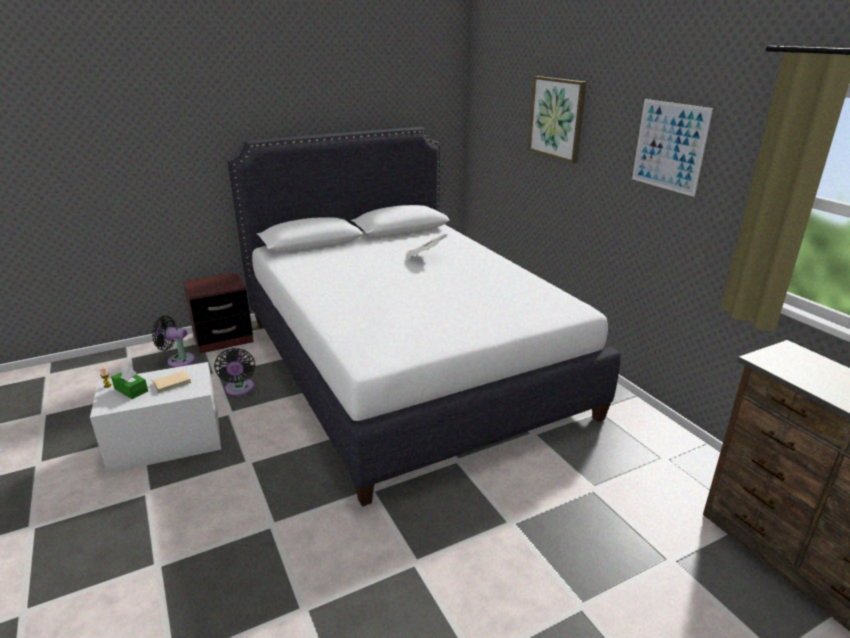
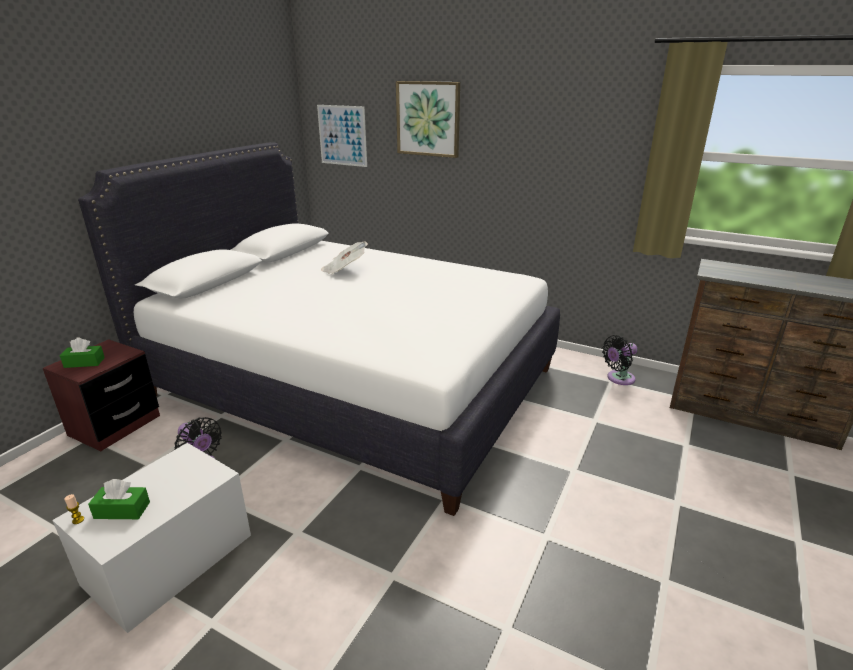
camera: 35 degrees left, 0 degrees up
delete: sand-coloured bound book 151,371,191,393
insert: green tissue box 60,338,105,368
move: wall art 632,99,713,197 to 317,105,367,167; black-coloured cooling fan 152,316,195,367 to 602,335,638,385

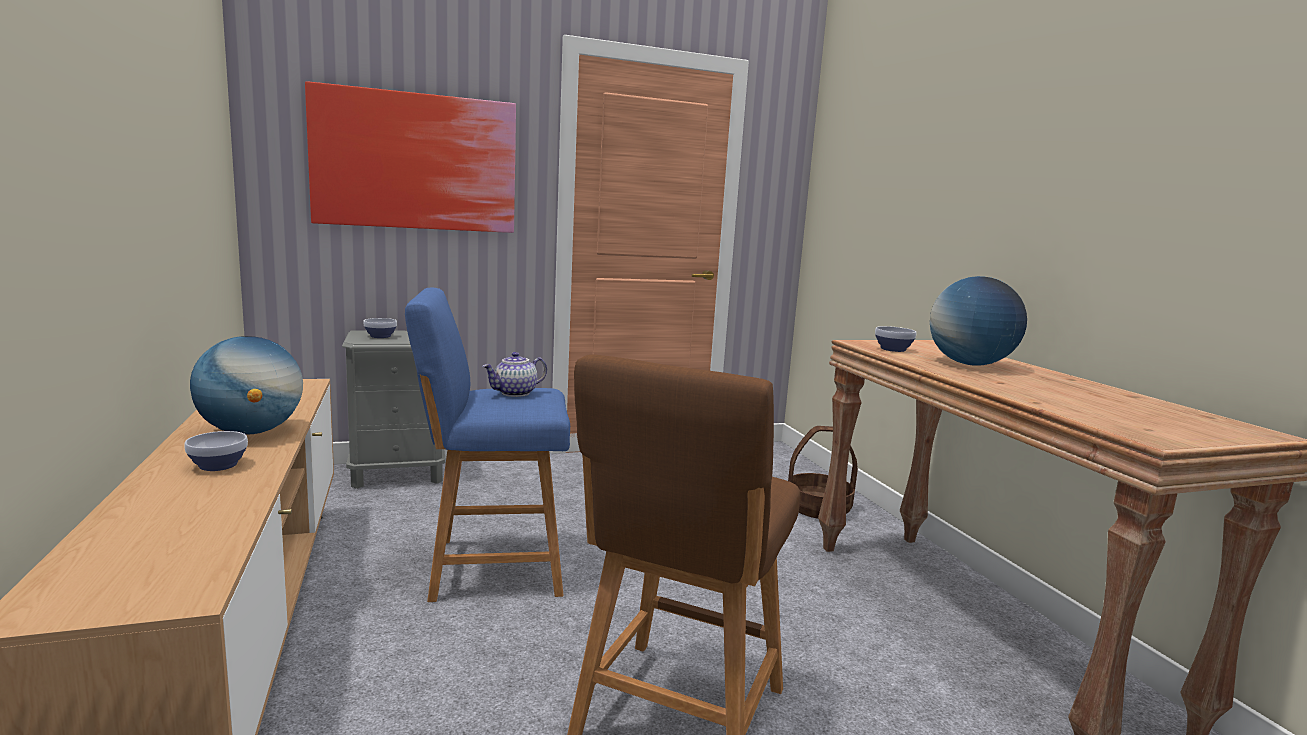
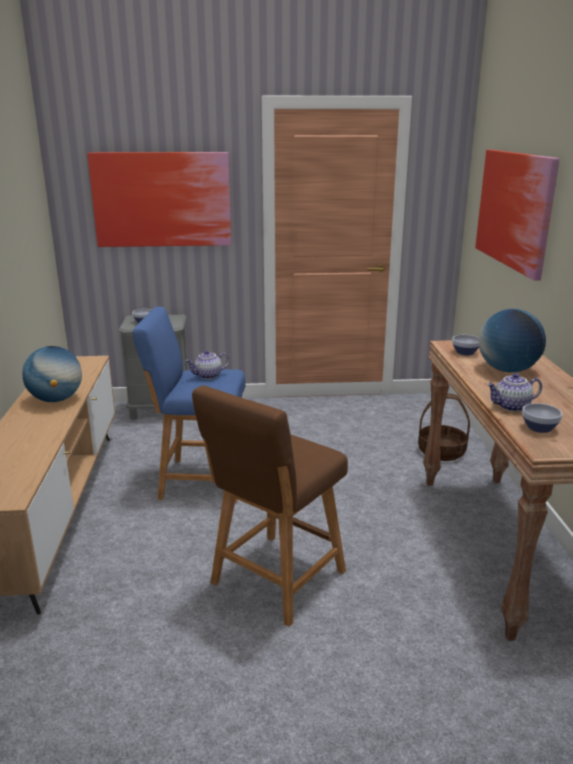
camera: 15 degrees right, 10 degrees up
insert: wall art 475,150,559,281; teapot 487,373,542,412
move: serving bowl 184,431,248,471 to 522,403,562,433

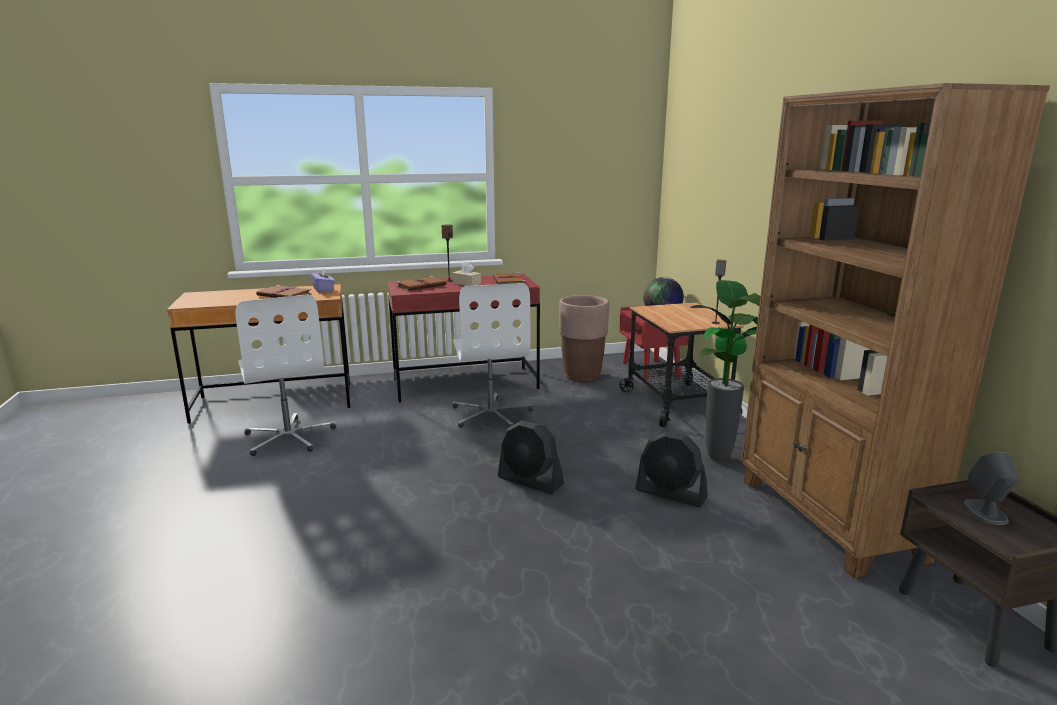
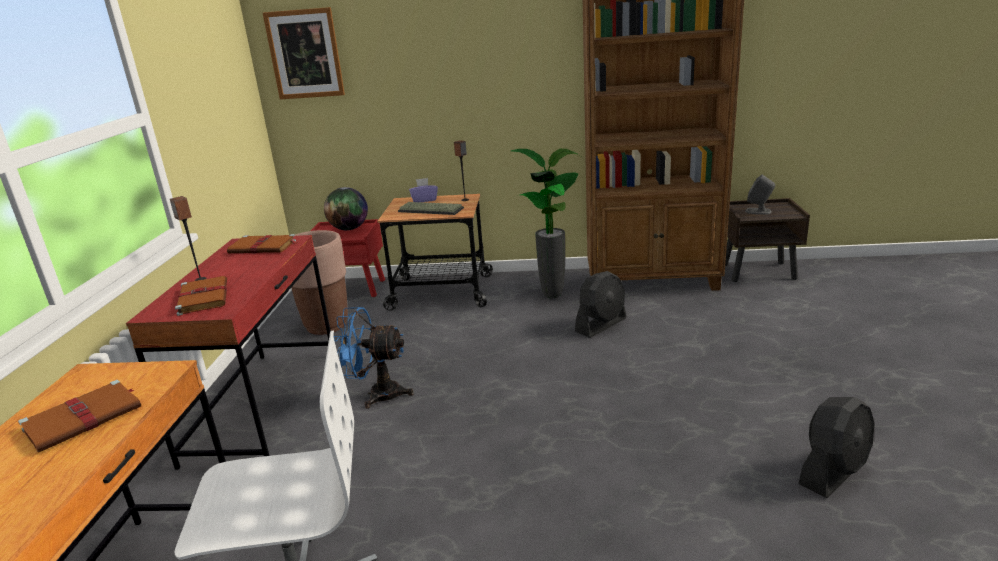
camera: 70 degrees left, 5 degrees up
delete: sand-coloured tissue box 452,262,481,286
insert: wall art 263,7,345,99; computer keyboard 398,202,464,215
move: purplish tissue box 311,268,335,293 to 409,178,438,203; black-coloured cooling fan 498,421,564,494 to 798,397,874,498
replace: white desk chair 453,283,533,428 to blue-coloured cooling fan 334,307,413,409

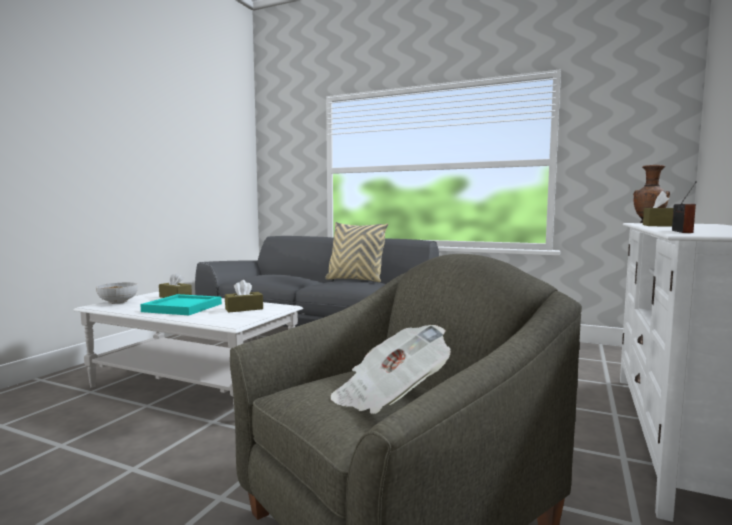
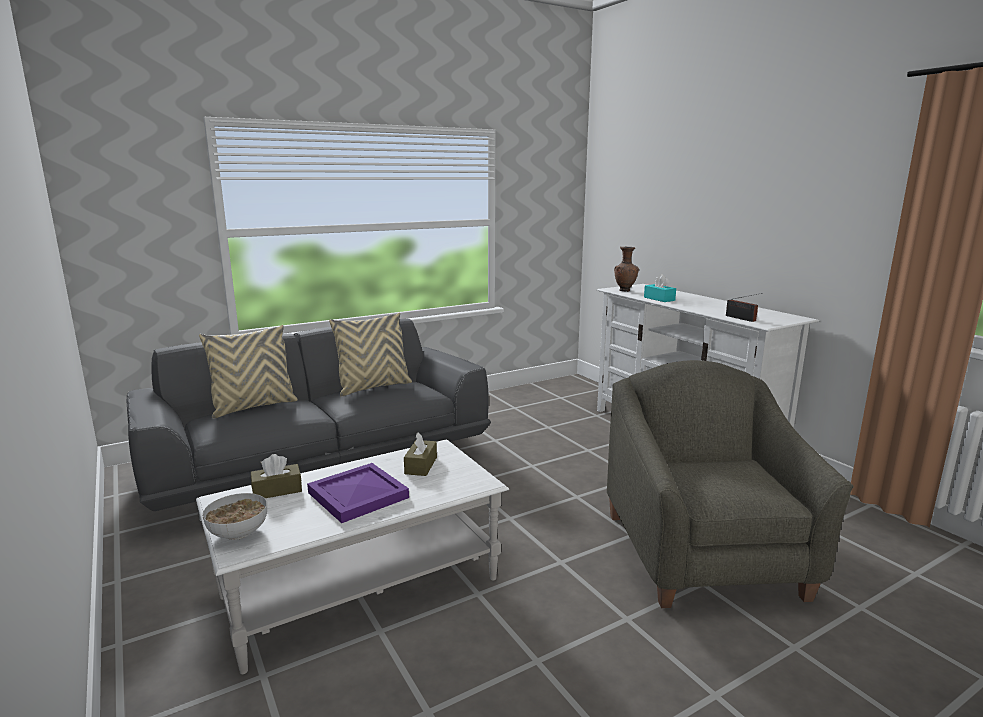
camera: 55 degrees left, 10 degrees up
delete: printed paper 331,325,451,414
insert: sand-coloured cushion 199,325,298,418
recolor: brown tissue box 643,191,673,227 to turquoise tissue box 644,275,676,302; turquoise tray 140,294,222,315 to purplish tray 307,463,409,523

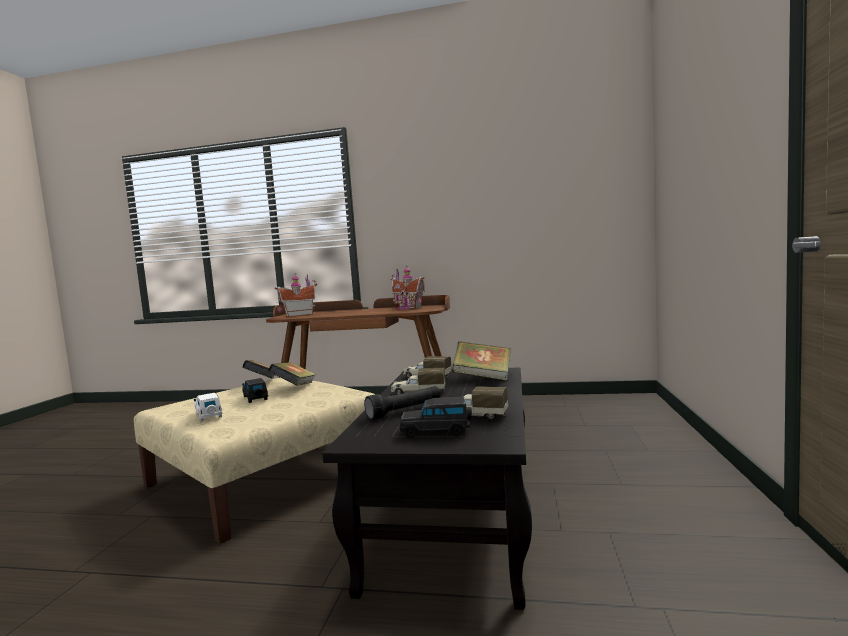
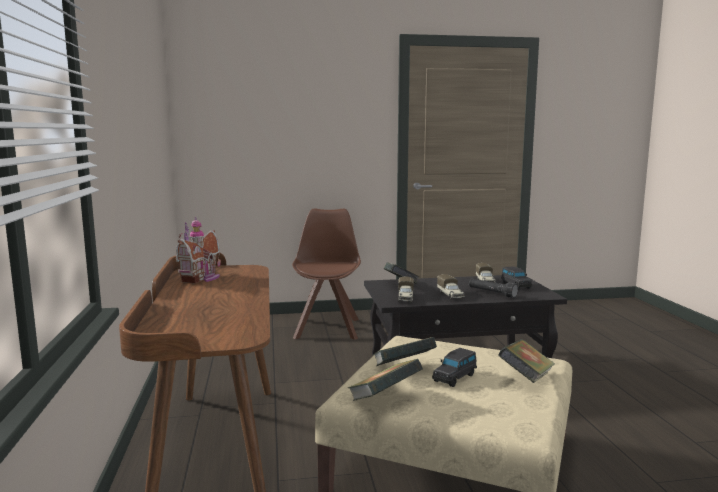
camera: 110 degrees left, 5 degrees up
delete: miniature house 274,274,317,317
insert: brown plain chair 292,208,361,340
replace: white model car 194,393,222,421 to bound book 498,339,555,383

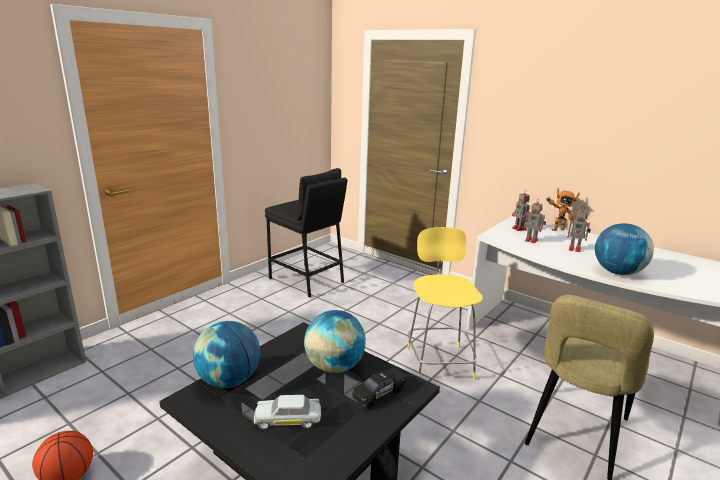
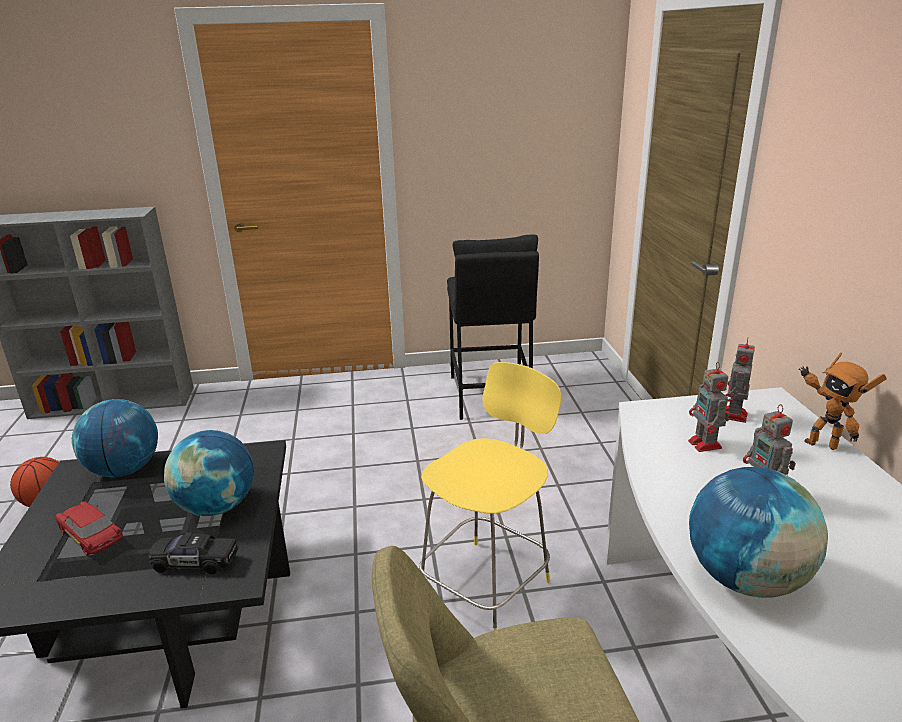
camera: 45 degrees right, 5 degrees up
recolor: white model car 254,395,321,429 to reddish model car 55,501,123,556

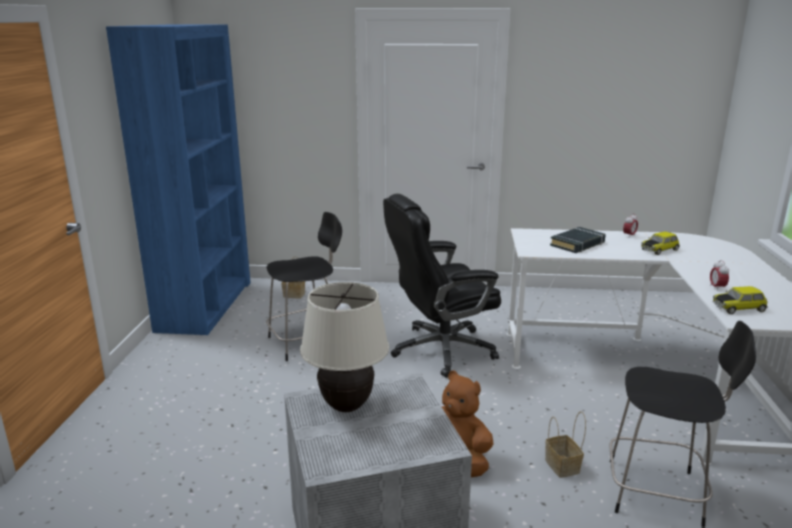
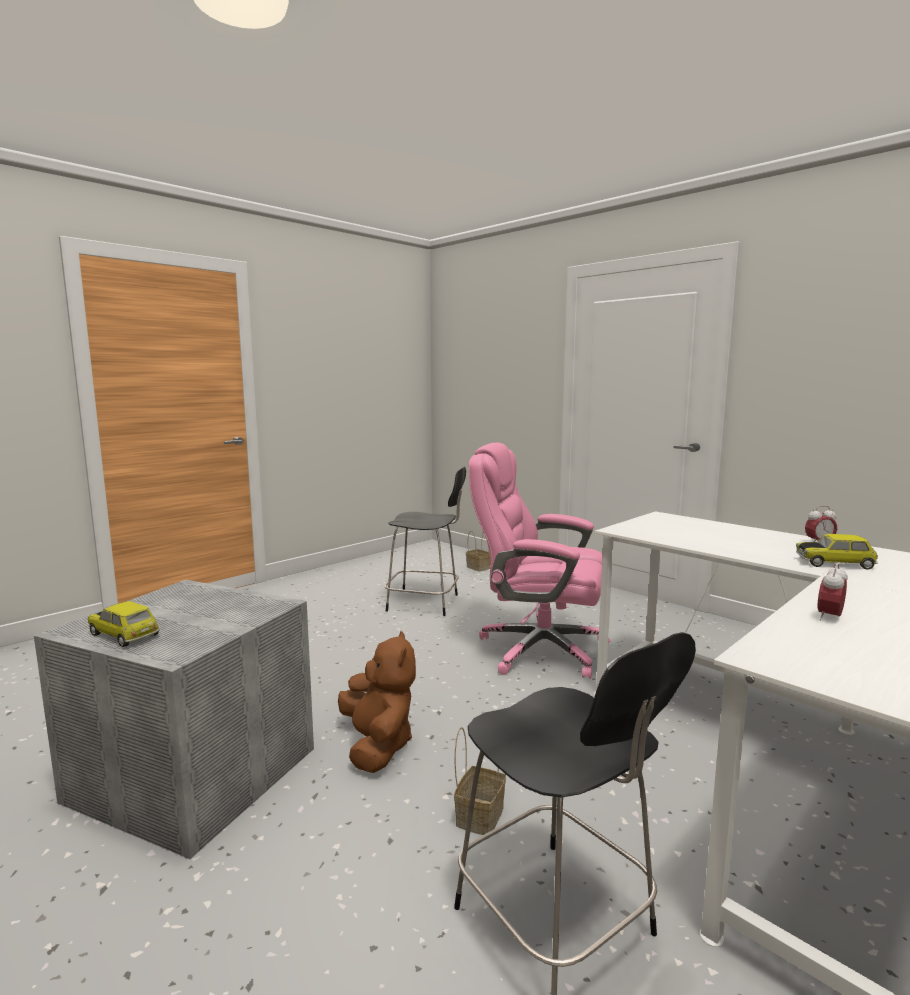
camera: 40 degrees right, 10 degrees down
delete: blue-coloured bookcase 106,24,251,335; black-coloured bound book 550,227,606,253; sand-coloured tabletop lamp 300,282,389,412
move: model car 712,286,768,314 to 88,601,160,647
recolor: black-coloured desk chair 383,194,501,378 to pink desk chair 469,442,610,679

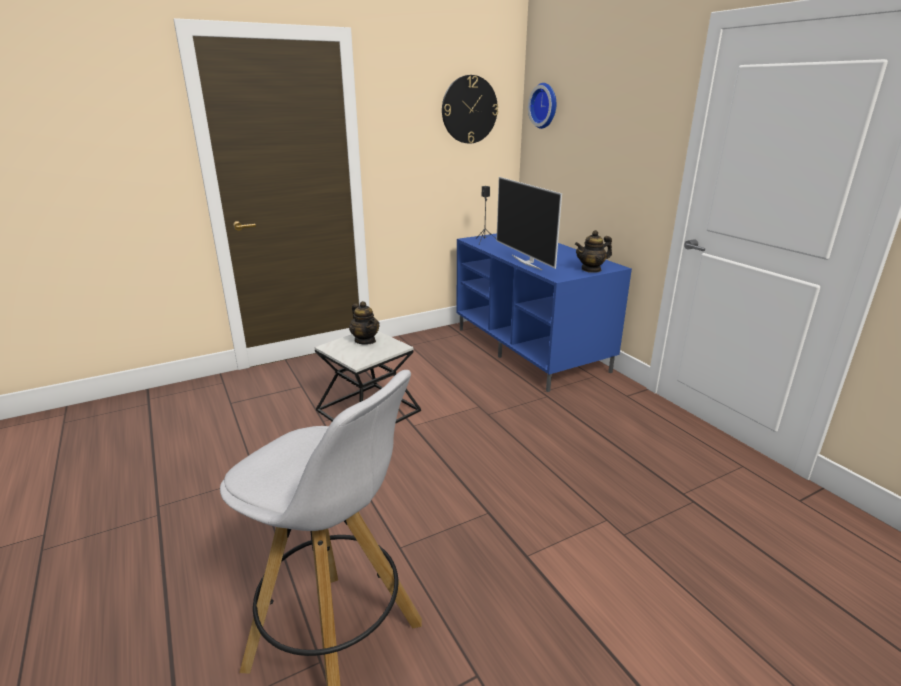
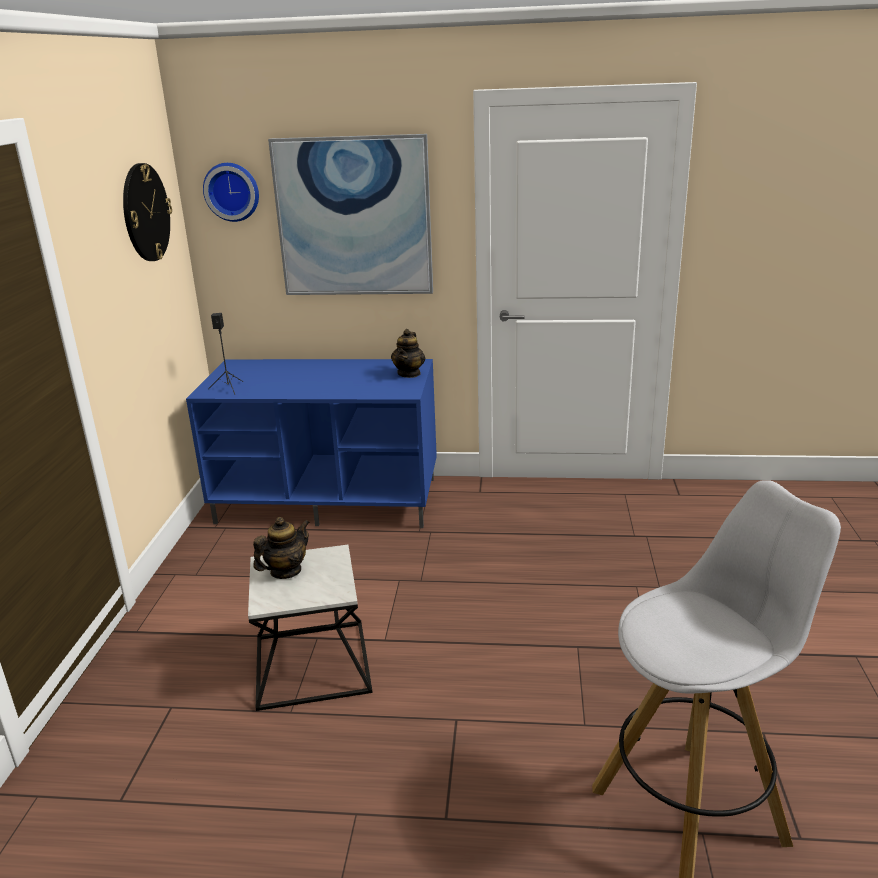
camera: 55 degrees left, 0 degrees up
delete: television 496,177,562,270
insert: wall art 268,134,433,295
rotate: teapot 349,301,380,345 = 253,517,310,579 45 degrees counterclockwise

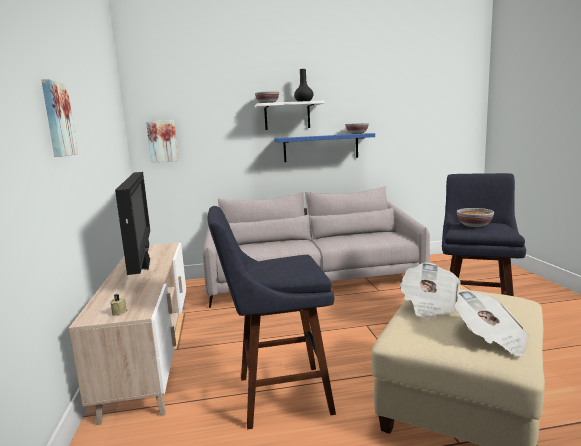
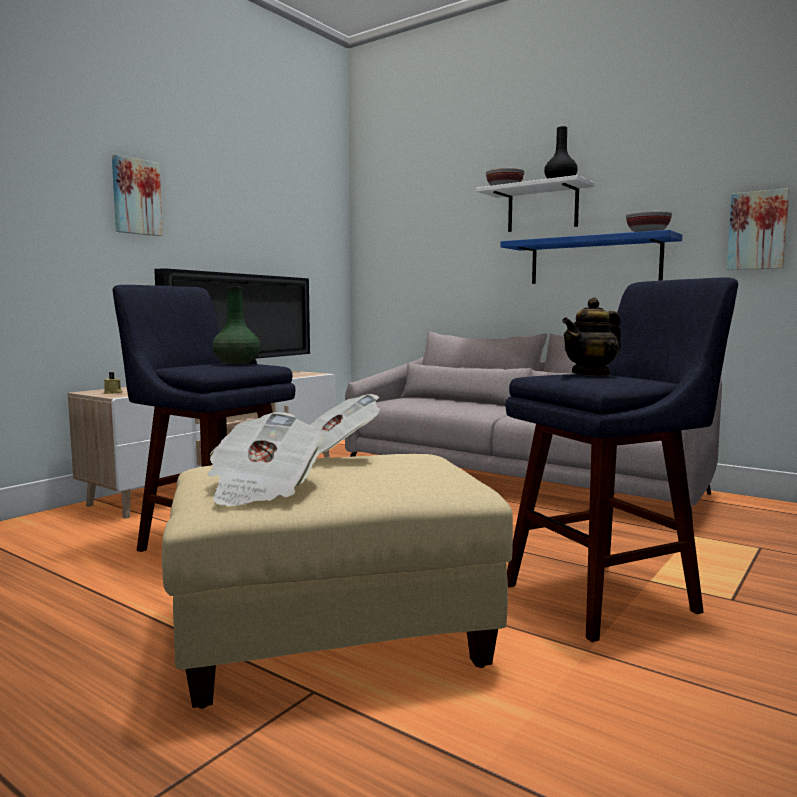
camera: 45 degrees right, 5 degrees down
insert: green flower vase 212,287,260,364
move: wall art 146,120,179,163 to 727,188,790,270
replace: serving bowl 457,208,494,227 to teapot 562,297,621,376

